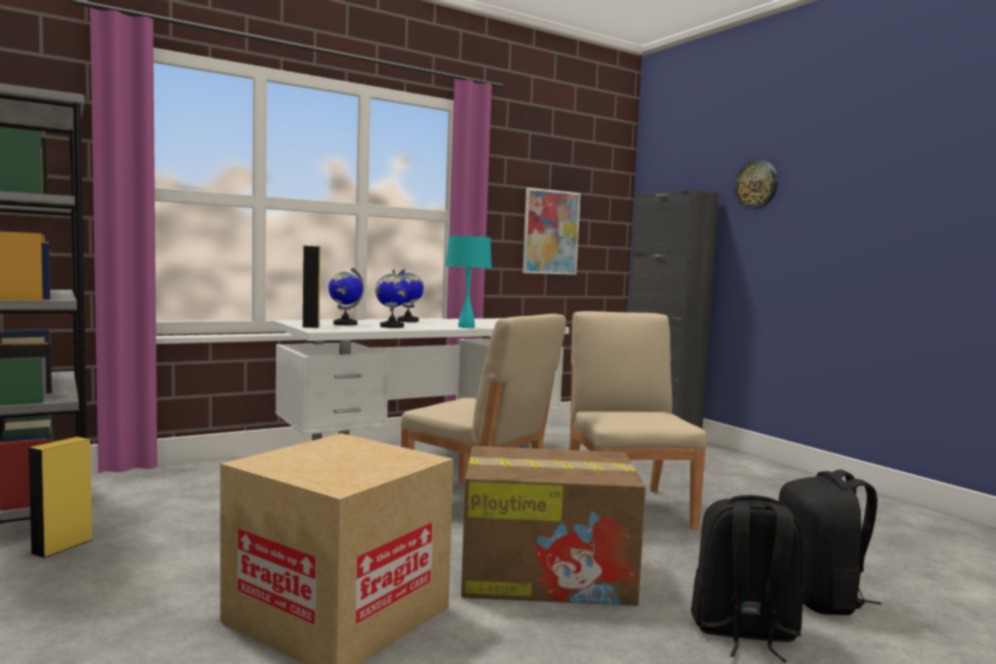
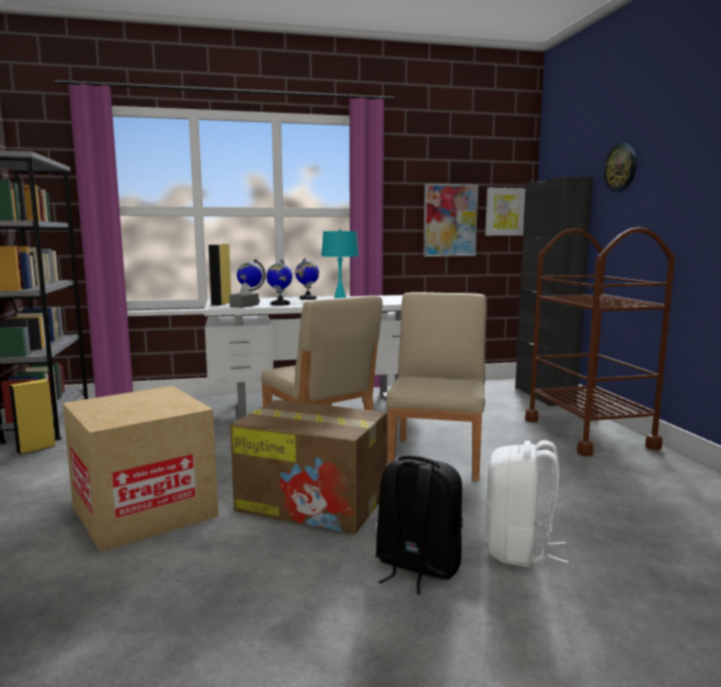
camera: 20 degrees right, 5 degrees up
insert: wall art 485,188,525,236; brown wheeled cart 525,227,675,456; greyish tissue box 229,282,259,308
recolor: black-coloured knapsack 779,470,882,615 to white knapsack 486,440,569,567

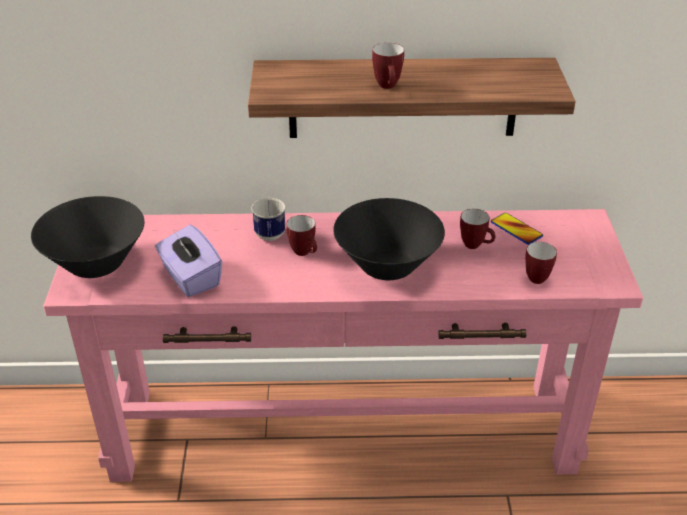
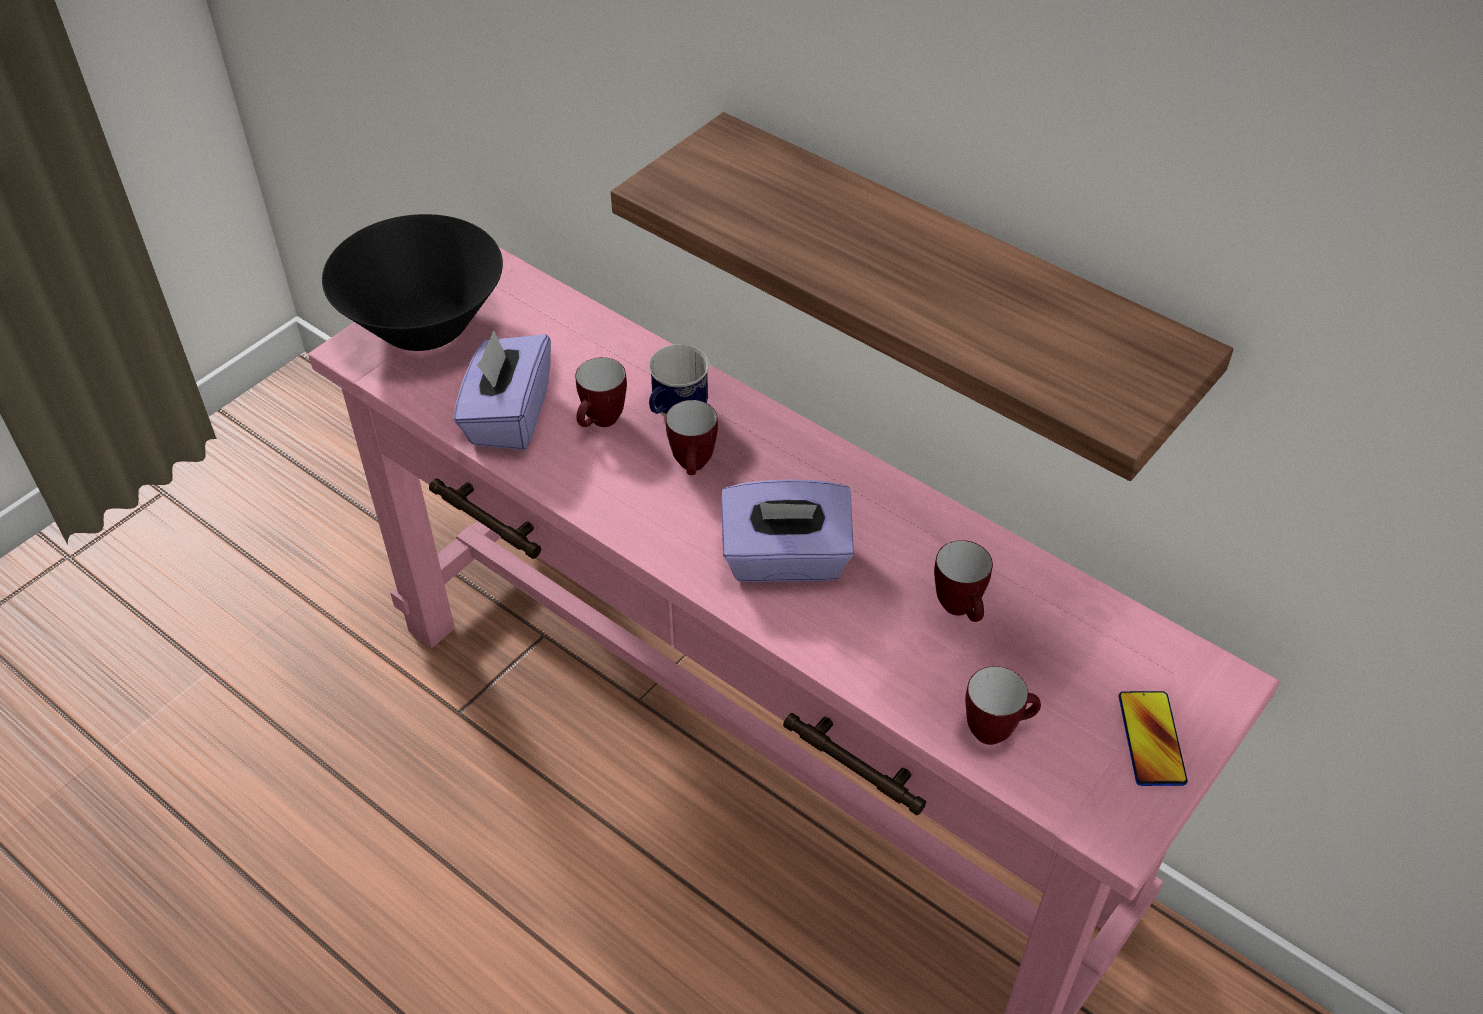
camera: 40 degrees right, 10 degrees up
move: tea mug 372,43,404,89 to 575,357,627,427; phone 491,213,543,245 to 1119,691,1188,786
replace: black-coloured serving bowl 333,198,445,280 to purplish tissue box 721,479,854,582

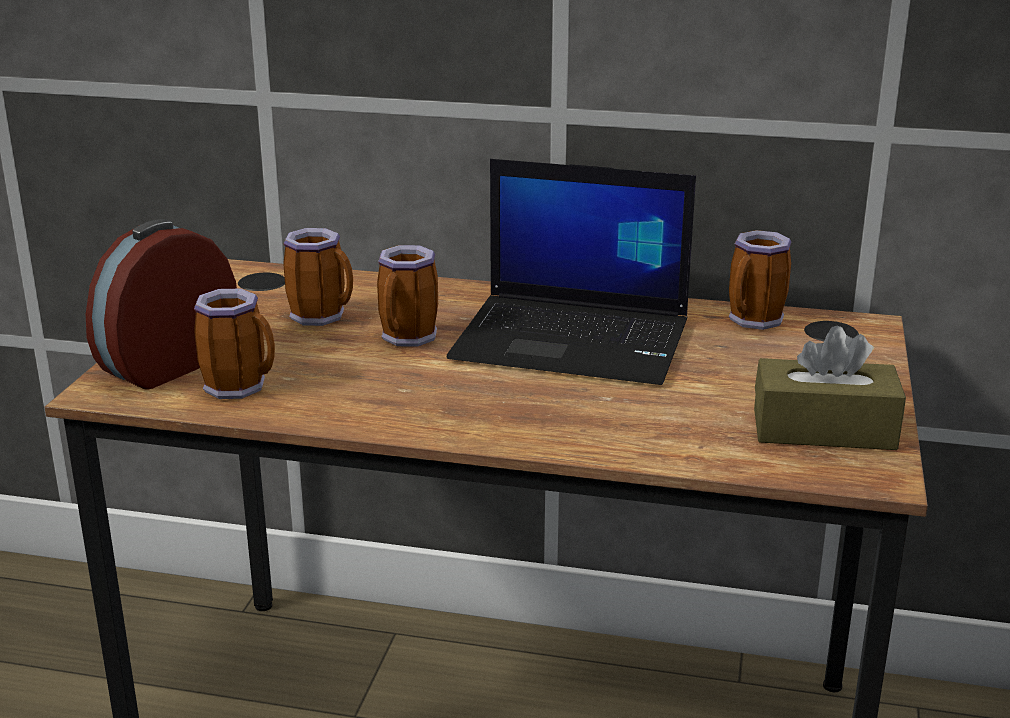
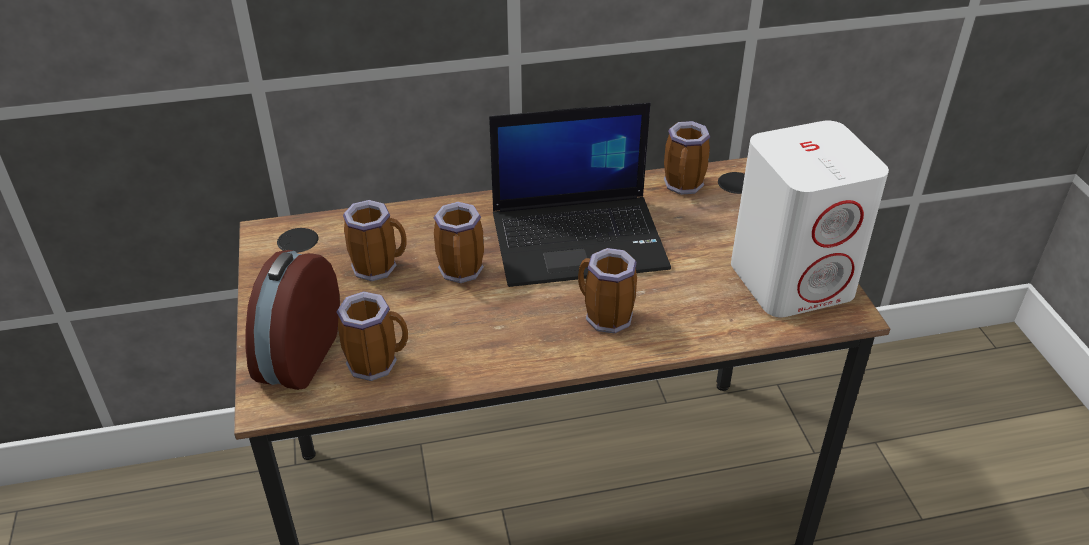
camera: 25 degrees left, 15 degrees up
insert: tea mug 578,248,637,334
replace: brown tissue box 754,326,906,450 to white loudspeaker 731,120,889,318

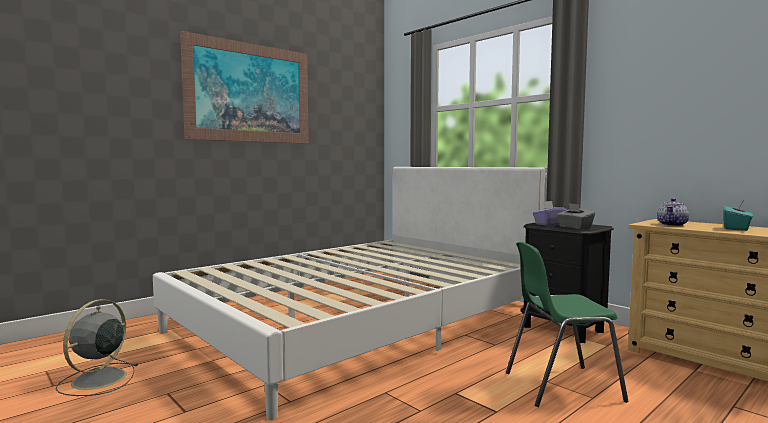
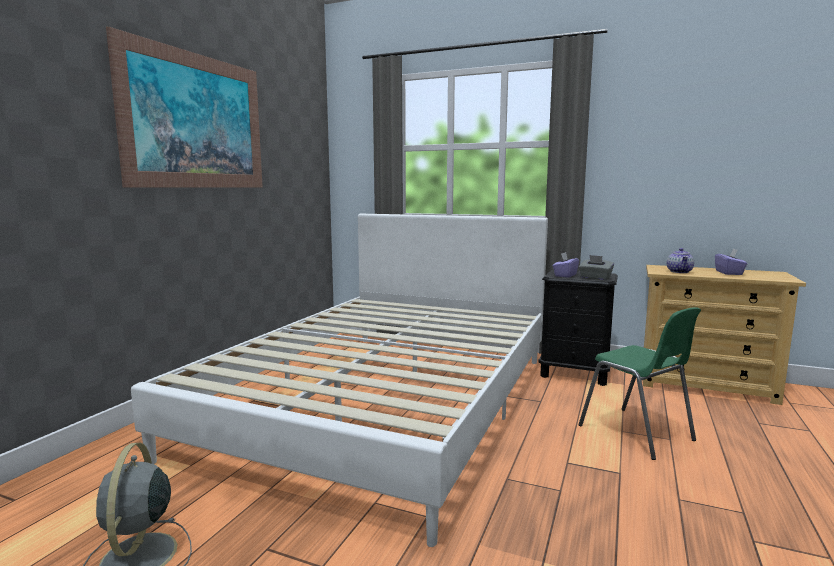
camera: 25 degrees left, 5 degrees up
recolor: turquoise tissue box 723,202,753,231 to purplish tissue box 715,249,748,275
rotate: green plain chair 506,242,628,407 = 579,307,701,460 90 degrees counterclockwise

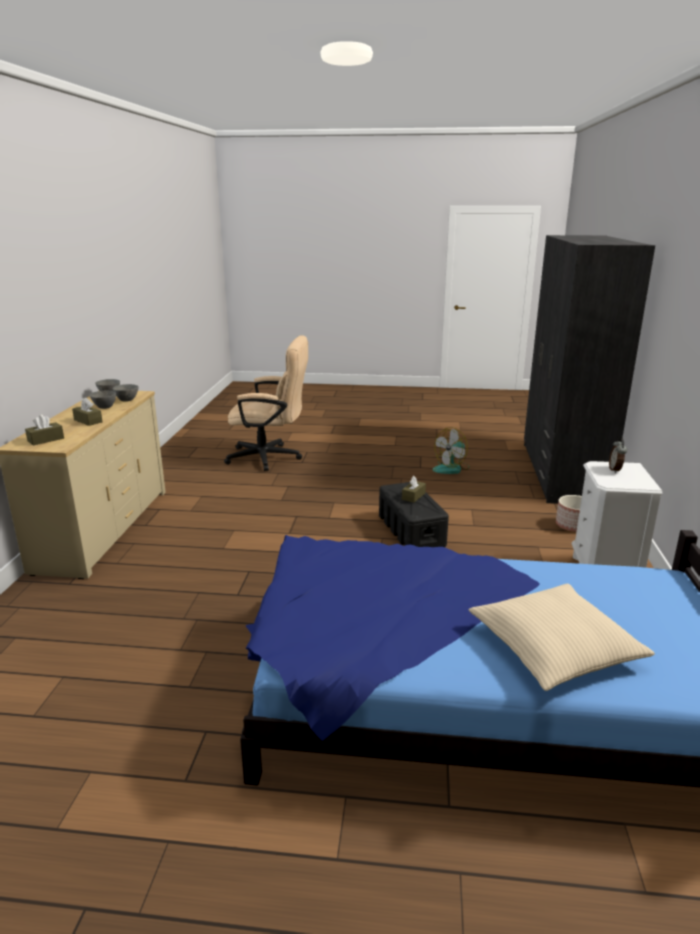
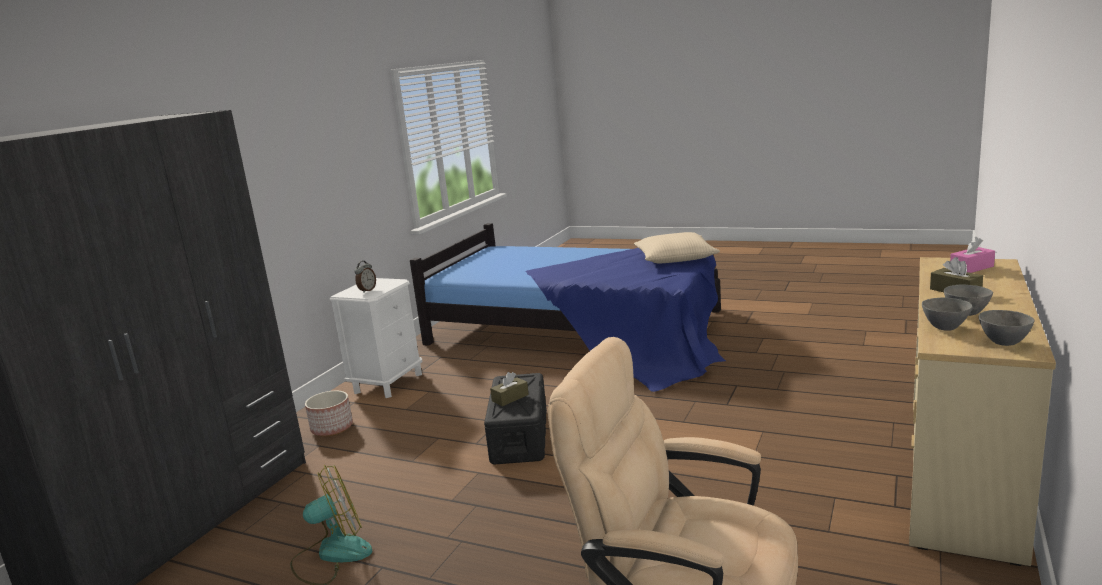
camera: 160 degrees left, 5 degrees down
move: sand-coloured cushion 468,584,655,691 to 634,232,720,263
recolor: brown tissue box 25,415,64,445 to pink tissue box 950,237,995,273

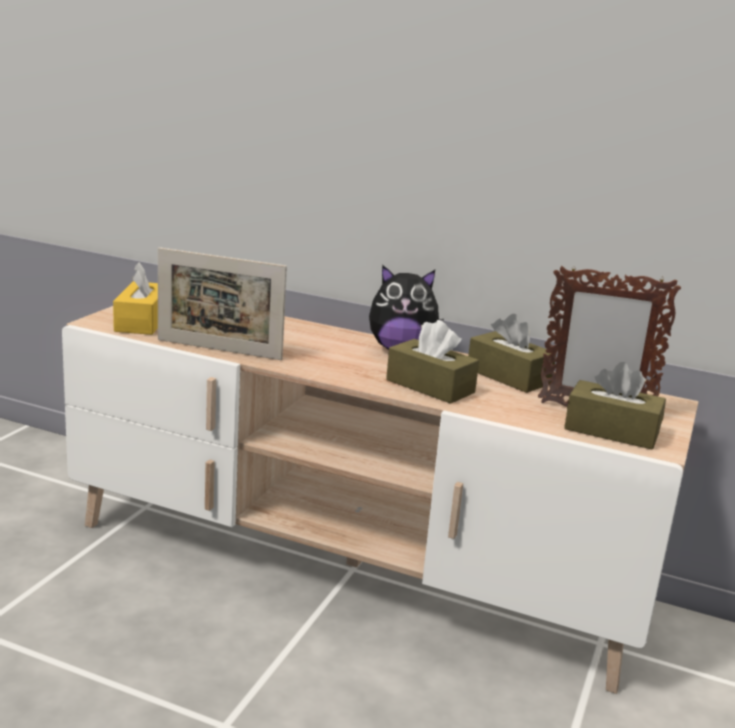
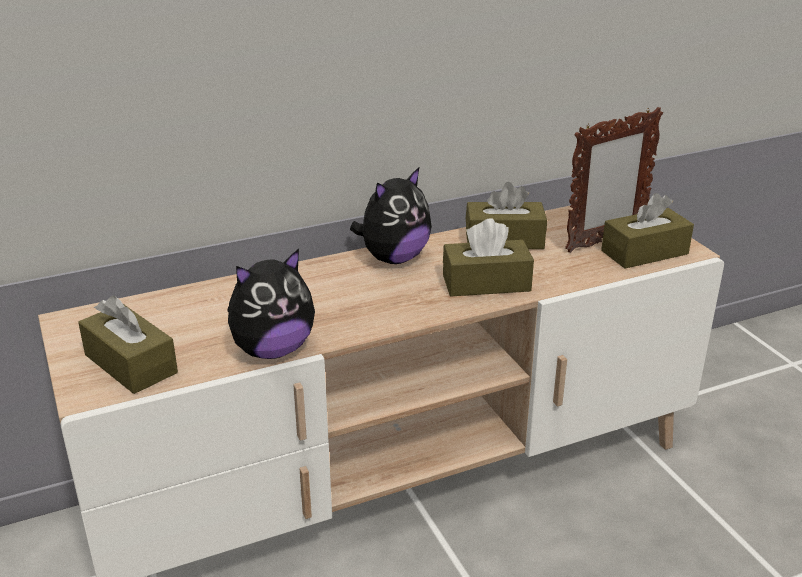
camera: 45 degrees left, 10 degrees up
replace: photo frame 158,247,287,360 to soft toy 227,249,315,359
recolor: yellow tissue box 113,262,158,335 to brown tissue box 78,296,178,394

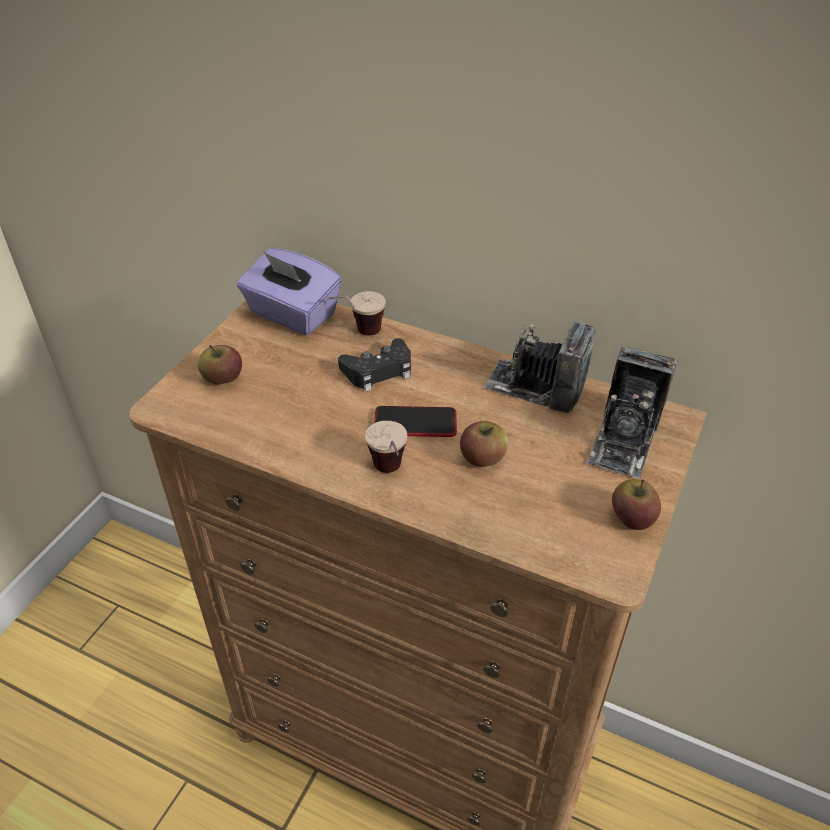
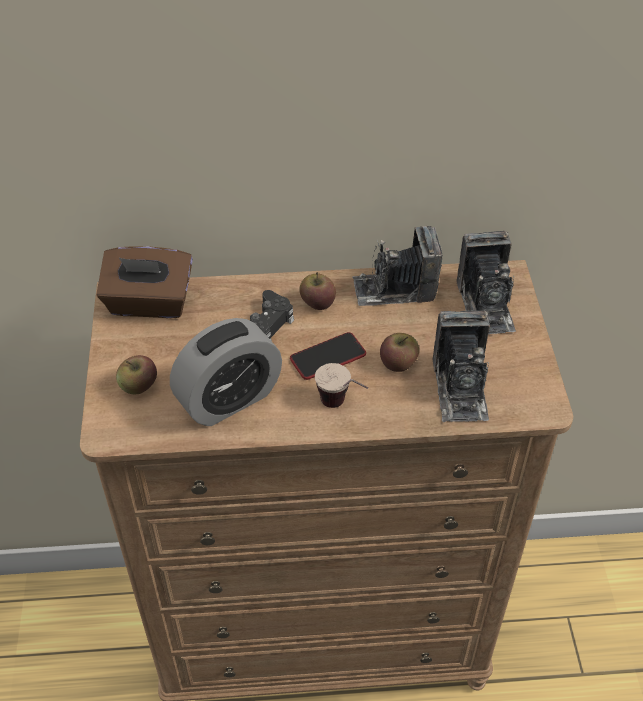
camera: 30 degrees left, 5 degrees up
delete: cup 326,291,386,336
insert: still camera 433,310,490,422; bedside clock 170,318,282,426
move: apple 612,479,661,530 to 299,272,336,310
recolor: purplish tissue box 237,248,342,335 to brown tissue box 96,246,193,318

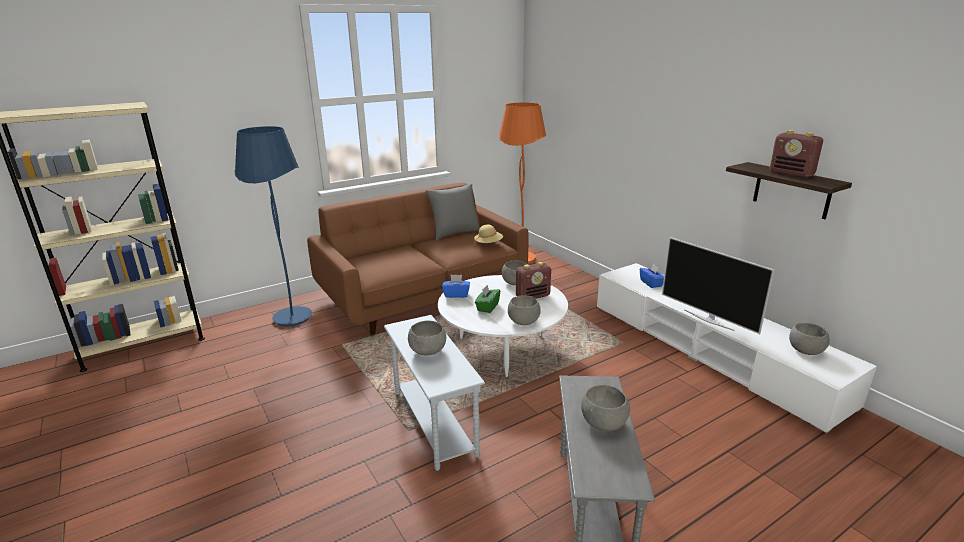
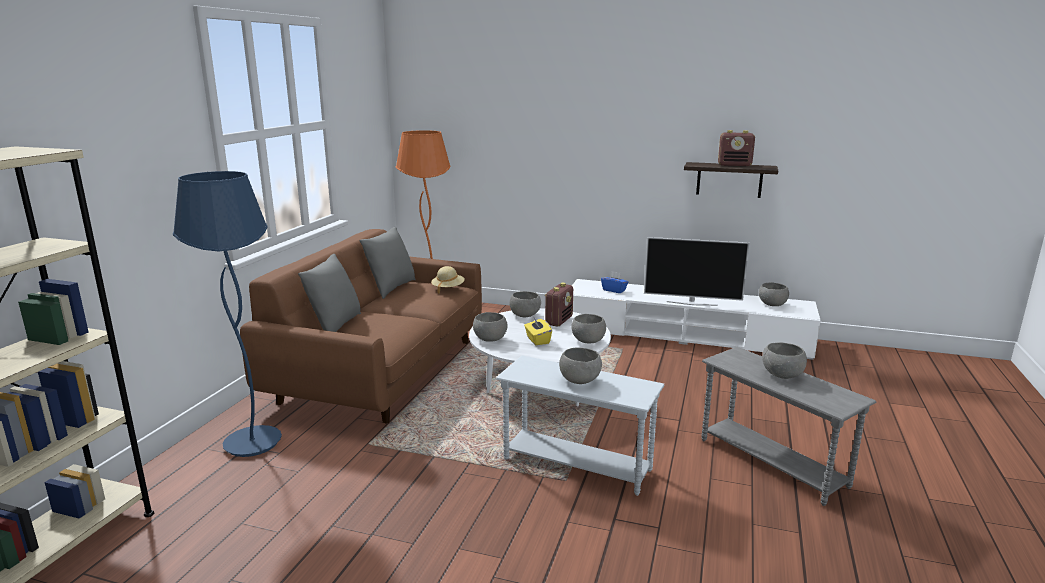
camera: 40 degrees left, 5 degrees down
insert: greyish cushion 298,254,361,332
replace: blue-coloured tissue box 442,275,470,298 to greyish serving bowl 473,312,507,342
recolor: green tissue box 475,285,500,313 to yellow tissue box 524,316,552,345

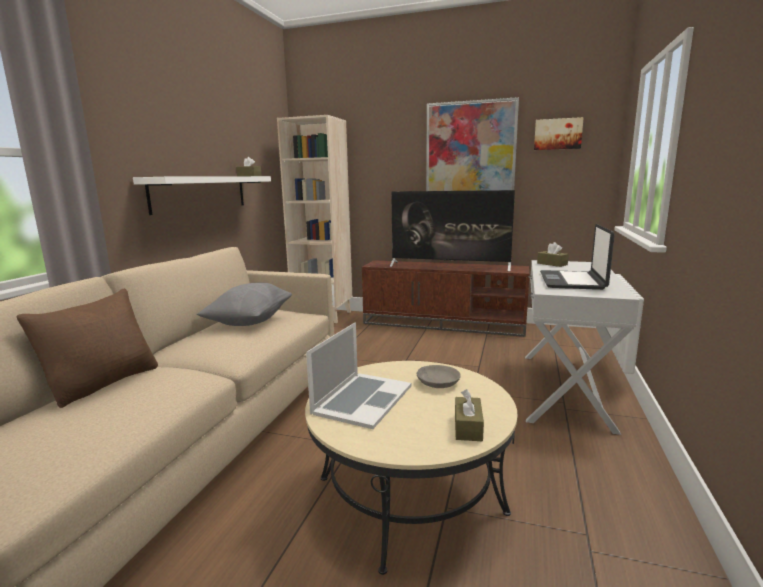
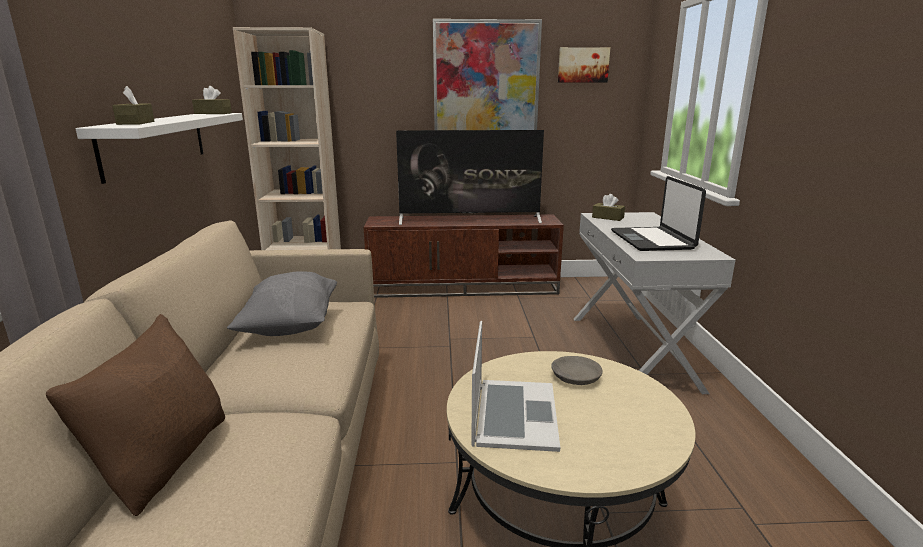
camera: 20 degrees left, 5 degrees up
move: brown tissue box 455,389,484,441 to 112,86,154,125

